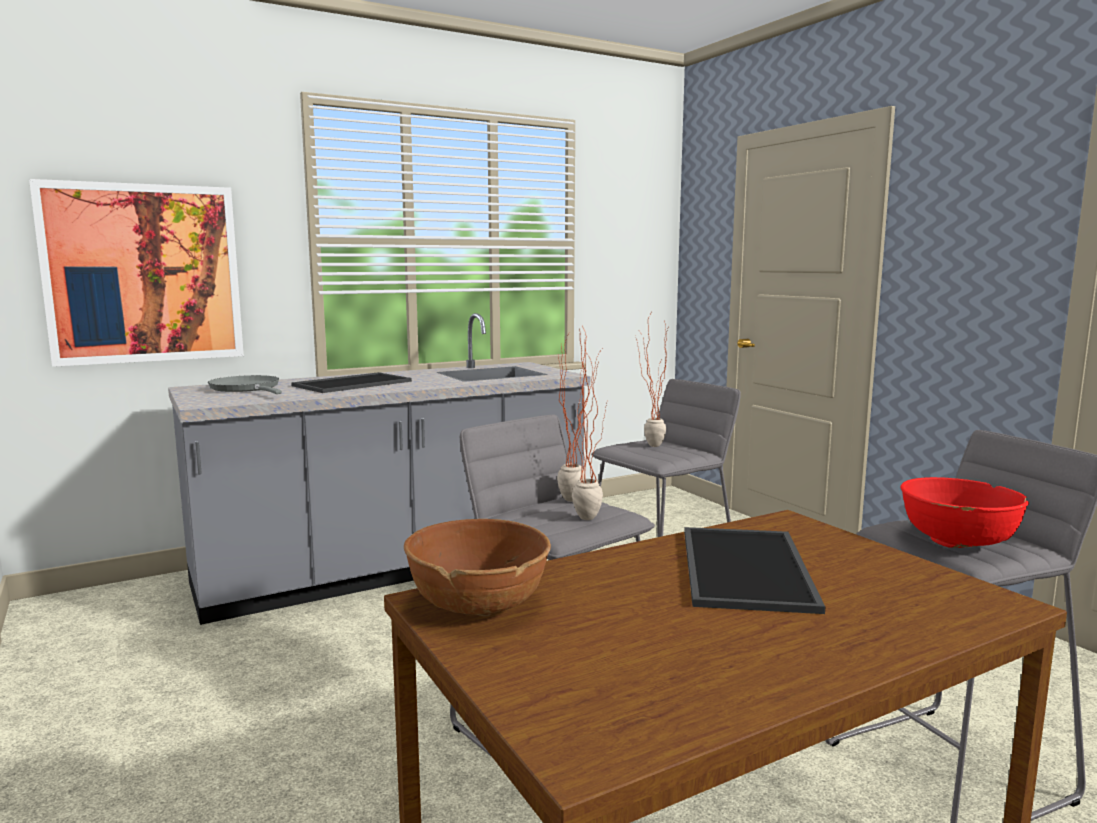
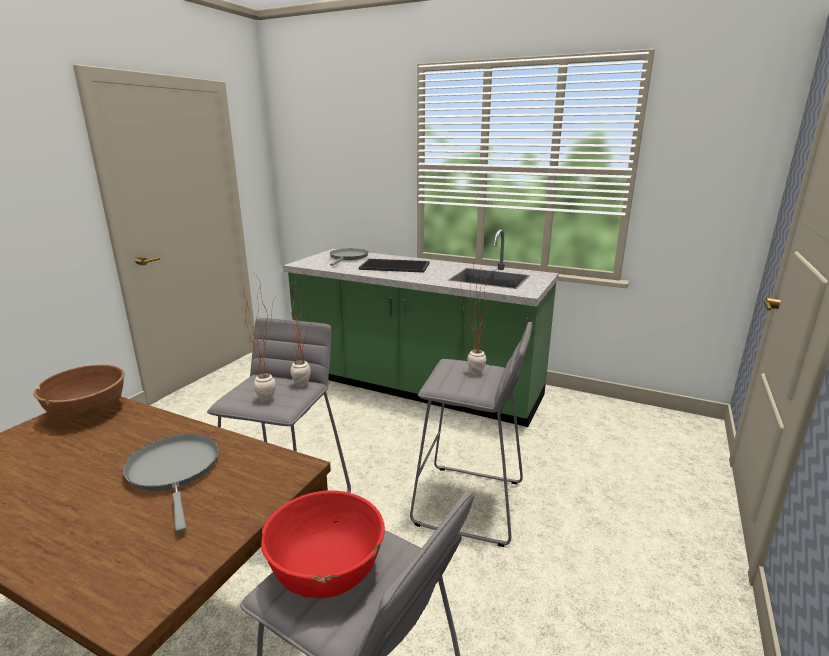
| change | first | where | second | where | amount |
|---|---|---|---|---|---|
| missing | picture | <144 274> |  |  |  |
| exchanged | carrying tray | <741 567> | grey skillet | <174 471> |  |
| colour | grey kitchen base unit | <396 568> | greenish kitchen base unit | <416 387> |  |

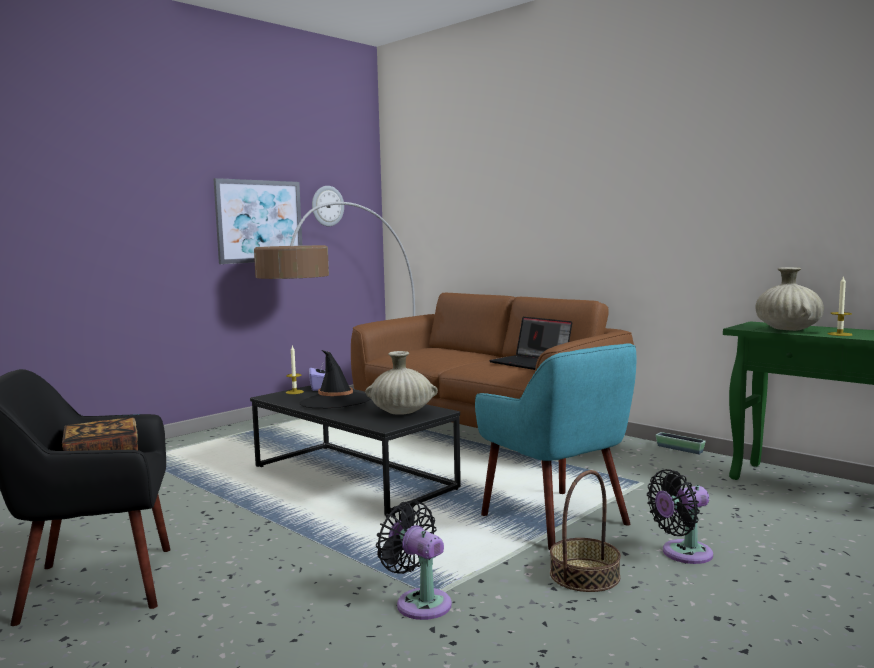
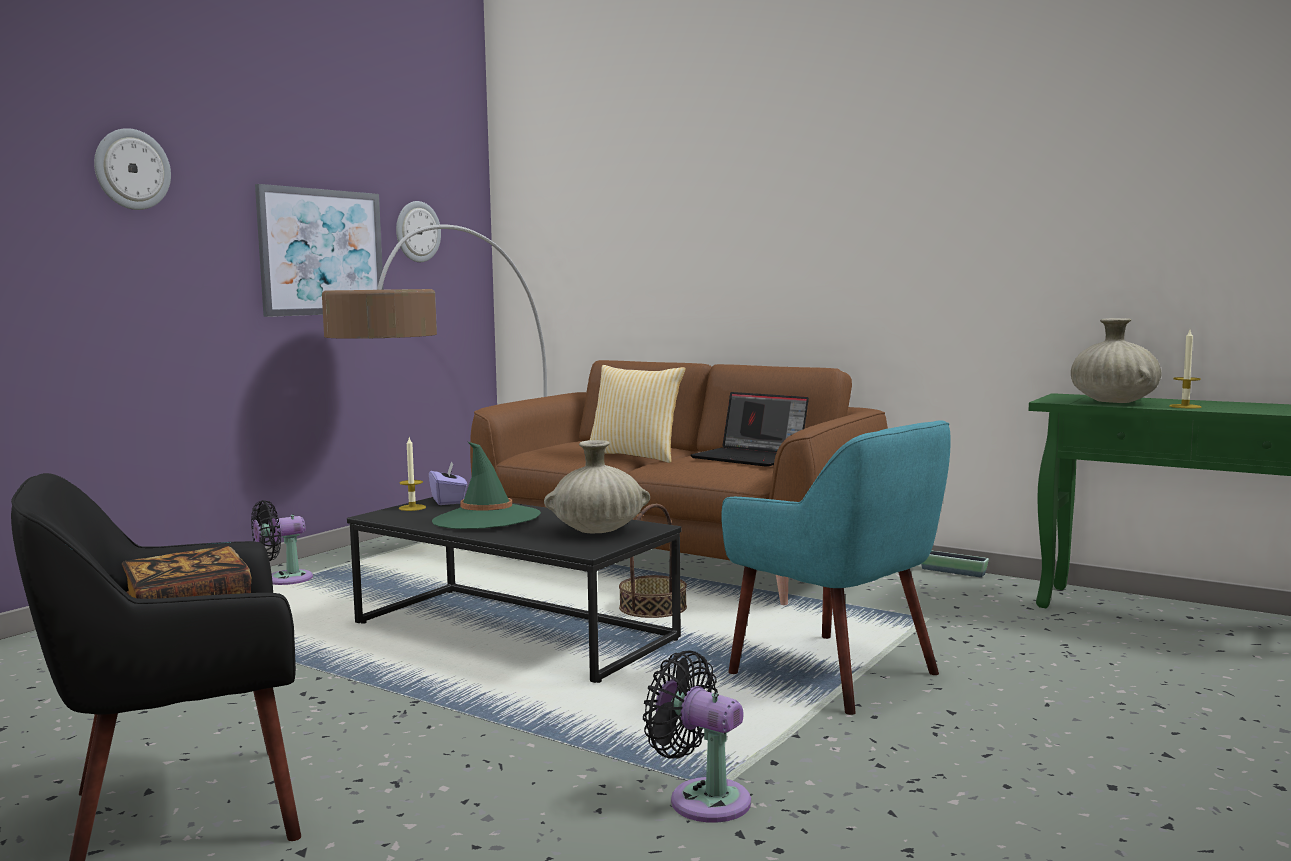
| change | first | where | second | where | amount |
|---|---|---|---|---|---|
| appeared |  |  | wall clock | <132 169> |  |
| appeared |  |  | pillow | <636 456> |  |
| relocated | basket | <584 575> |  | <652 607> |  |
| relocated | blackish fan | <682 554> |  | <283 580> |  |
| colour | blackish clothing hat | <335 401> | greenish clothing hat | <486 519> |  |

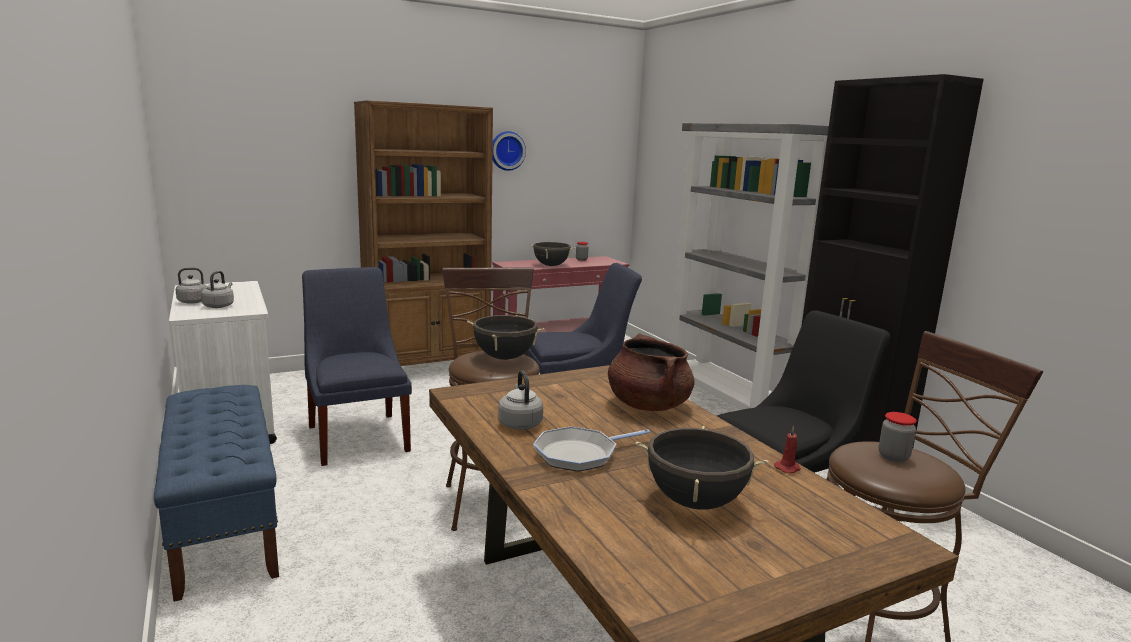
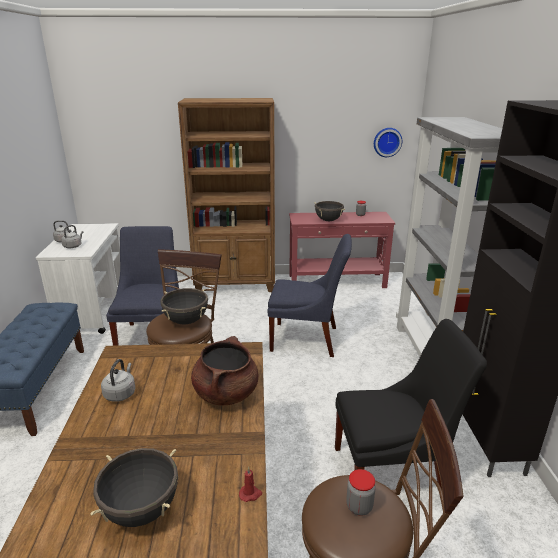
| change | first | where | second | where | amount |
|---|---|---|---|---|---|
| missing | skillet | <580 454> |  |  |  |
| relocated | wall clock | <507 150> |  | <387 142> |  |

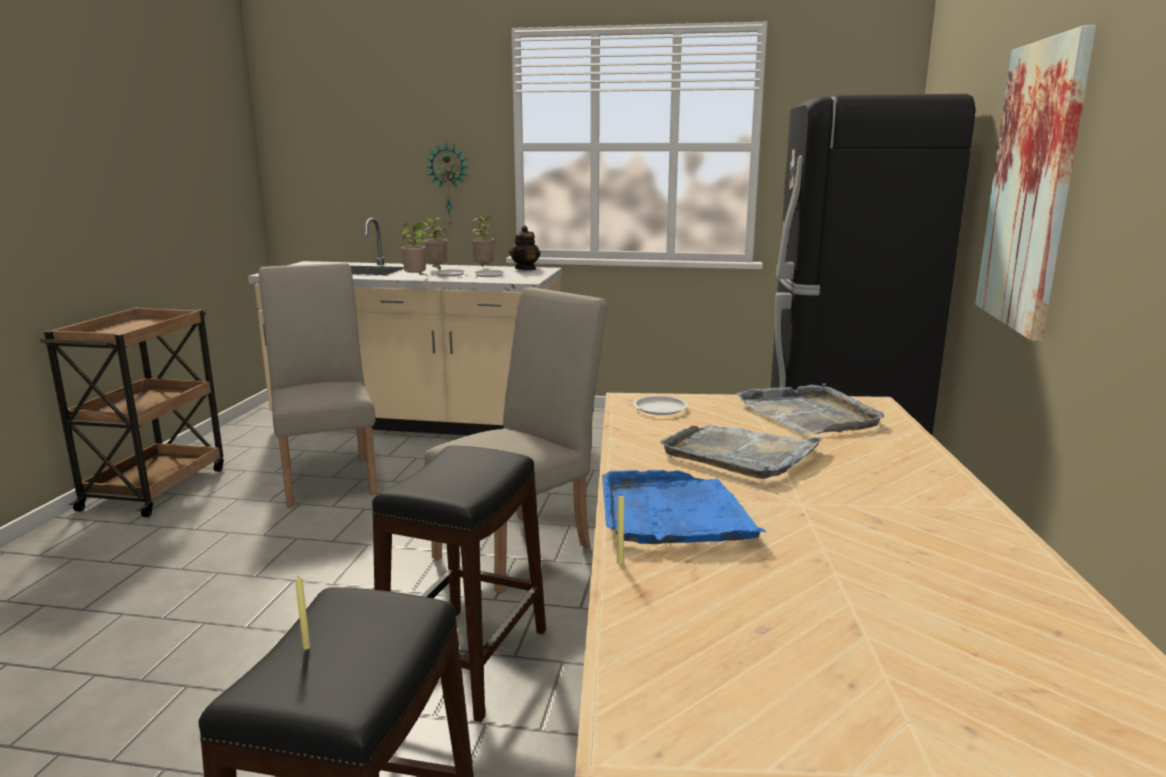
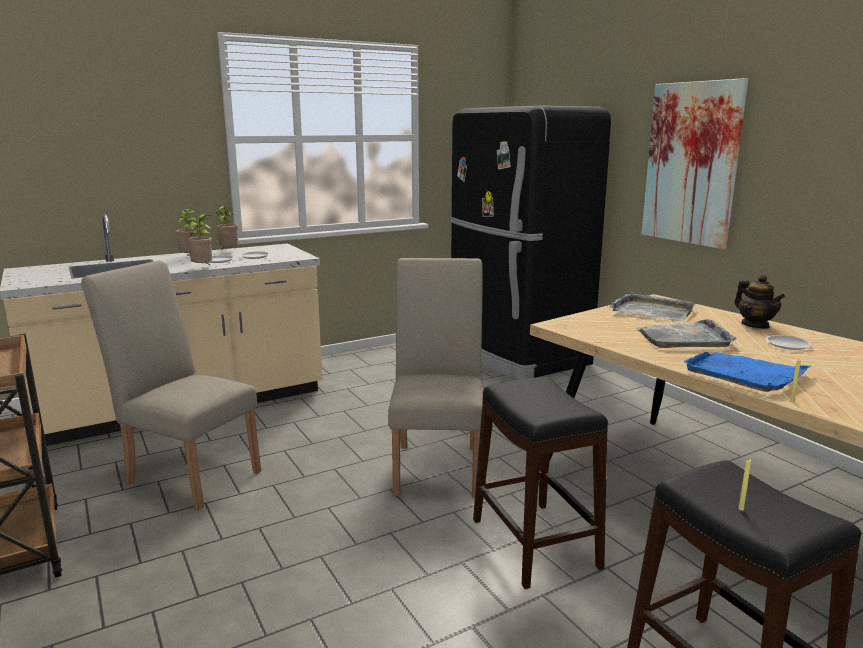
| change | first | where | second | where | amount |
|---|---|---|---|---|---|
| missing | wall clock | <449 185> |  |  |  |
| relocated | tea pot | <525 268> |  | <755 325> |  |
| relocated | white flat dish | <660 409> |  | <788 345> |  |

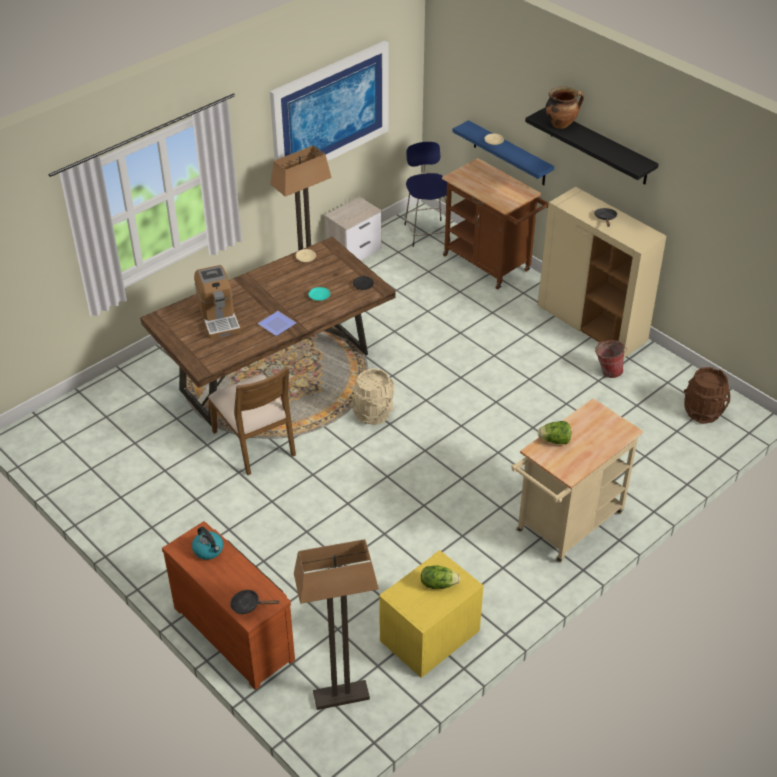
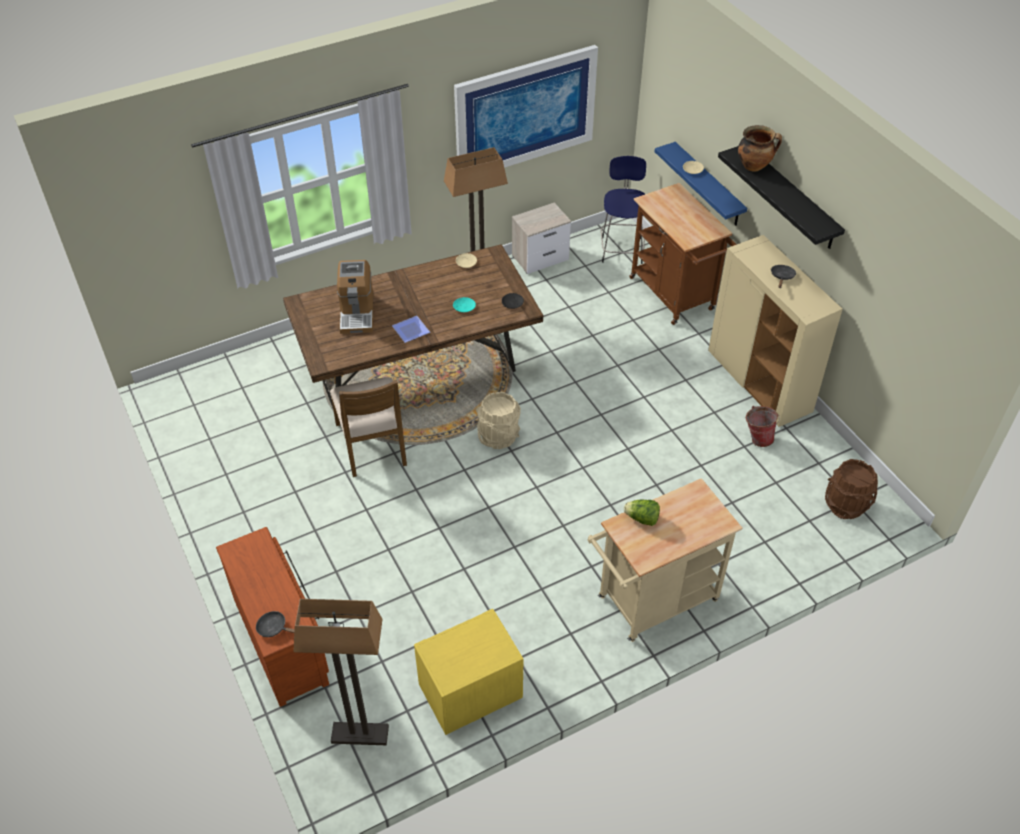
| change | first | where | second | where | amount |
|---|---|---|---|---|---|
| missing | kettle | <208 550> |  |  |  |
| missing | lettuce head | <438 584> |  |  |  |

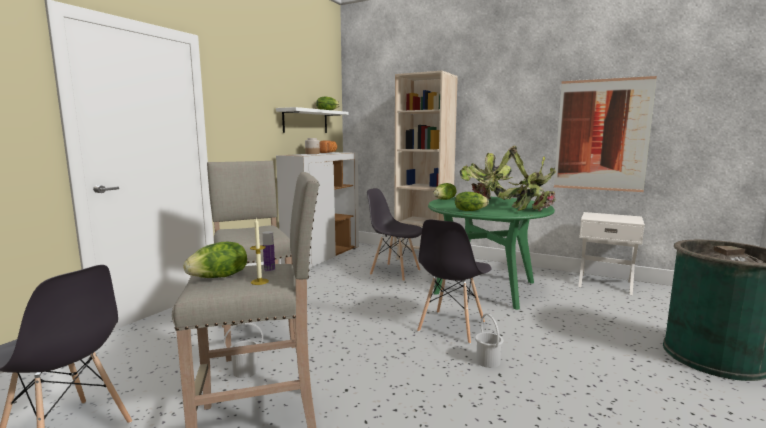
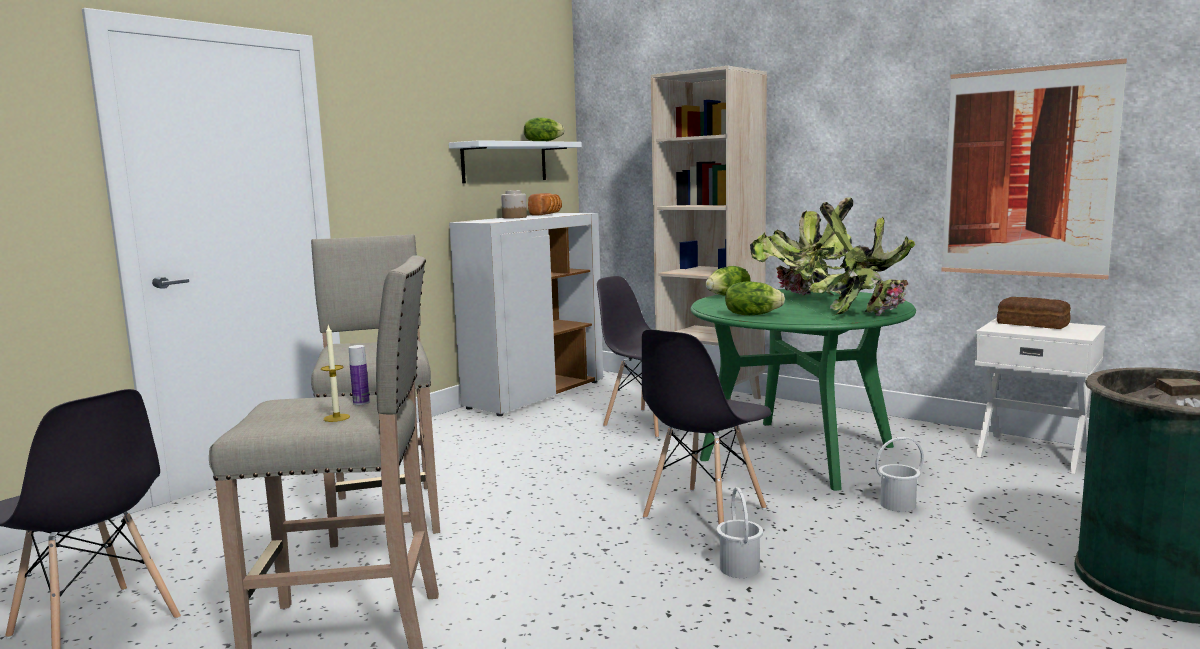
| change | first | where | second | where | amount |
|---|---|---|---|---|---|
| missing | lettuce head | <219 277> |  |  |  |
| appeared |  |  | bakery bread | <1033 324> |  |
| relocated | white bucket | <245 371> |  | <897 505> |  |

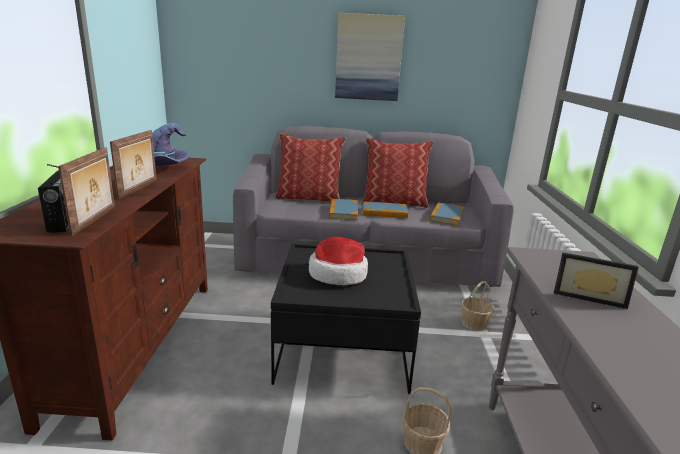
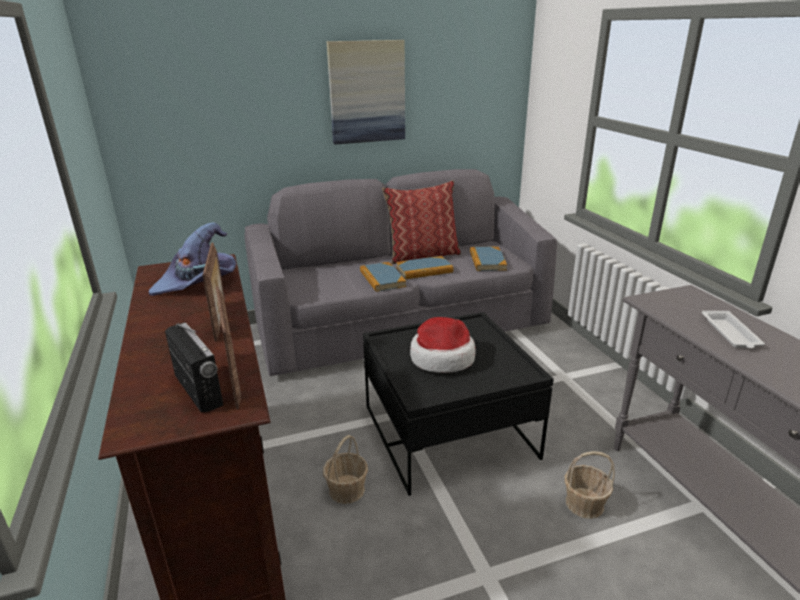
| change | first | where | second | where | amount |
|---|---|---|---|---|---|
| missing | pillow | <309 198> |  |  |  |
| relocated | basket | <474 323> |  | <347 490> |  |
| exchanged | picture frame | <588 296> | white carrying tray | <730 333> |  |

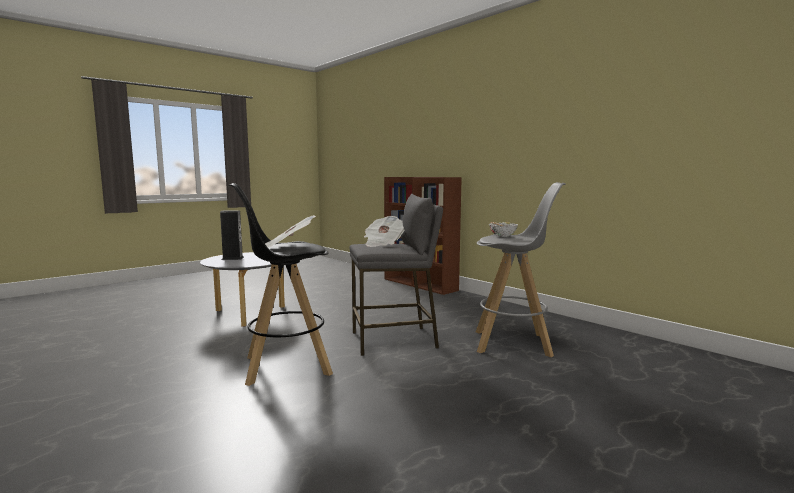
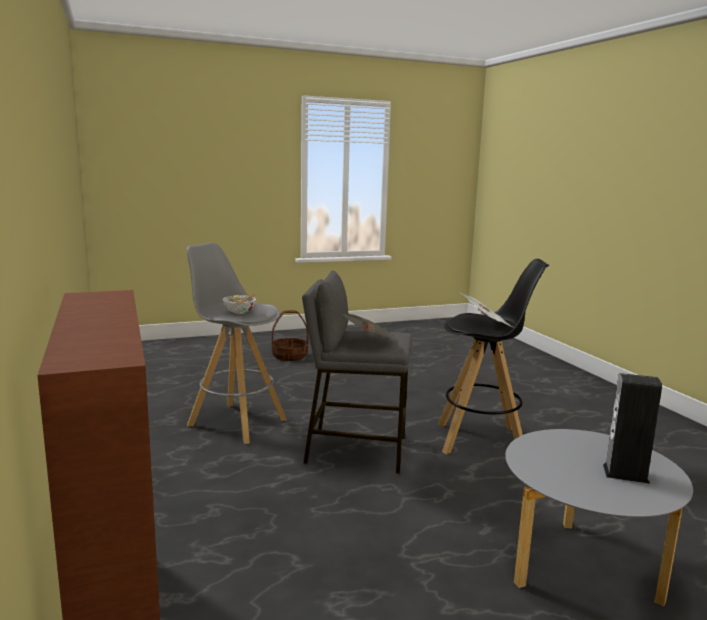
| change | first | where | second | where | amount |
|---|---|---|---|---|---|
| appeared |  |  | basket | <290 356> |  |

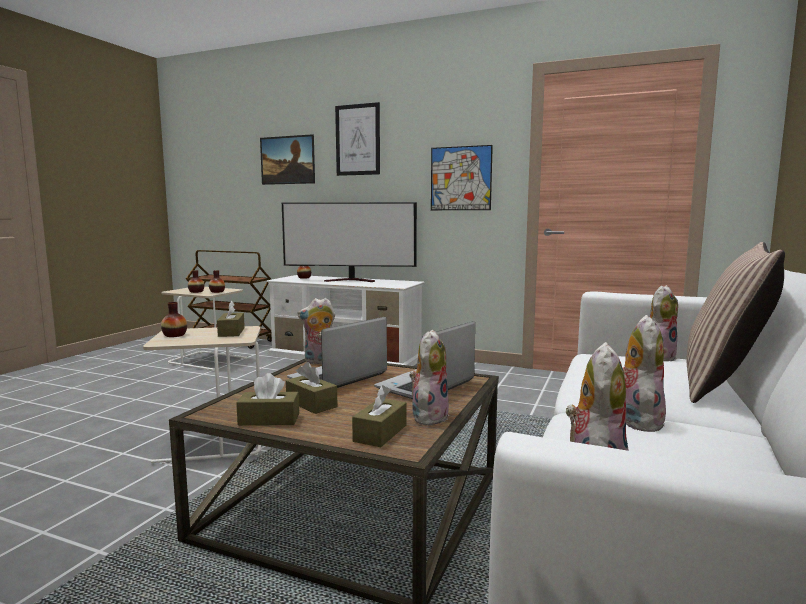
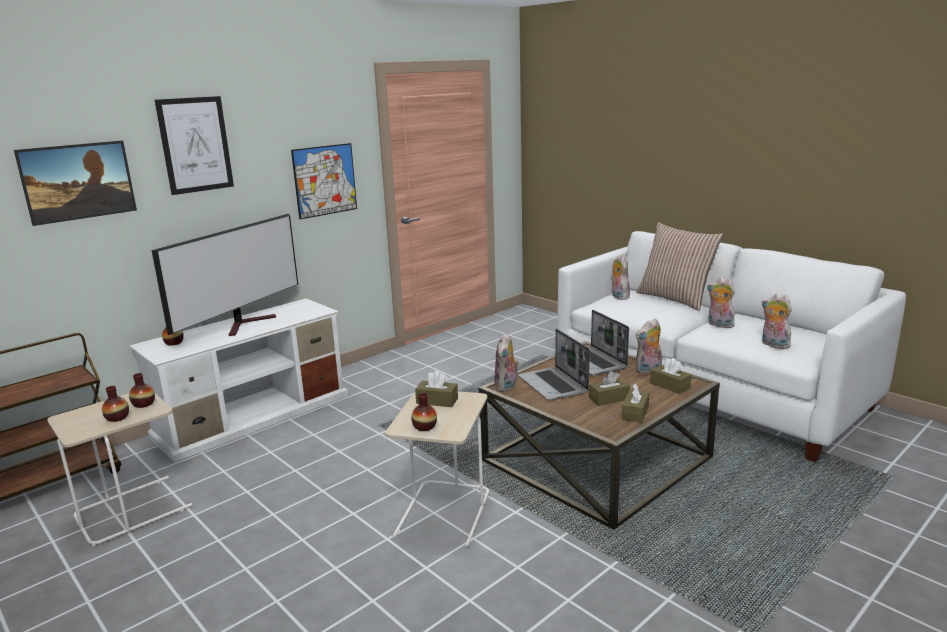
| change | first | where | second | where | amount |
|---|---|---|---|---|---|
| spun | plush toy | <428 416> |  | <648 370> | 75 degrees counterclockwise |

